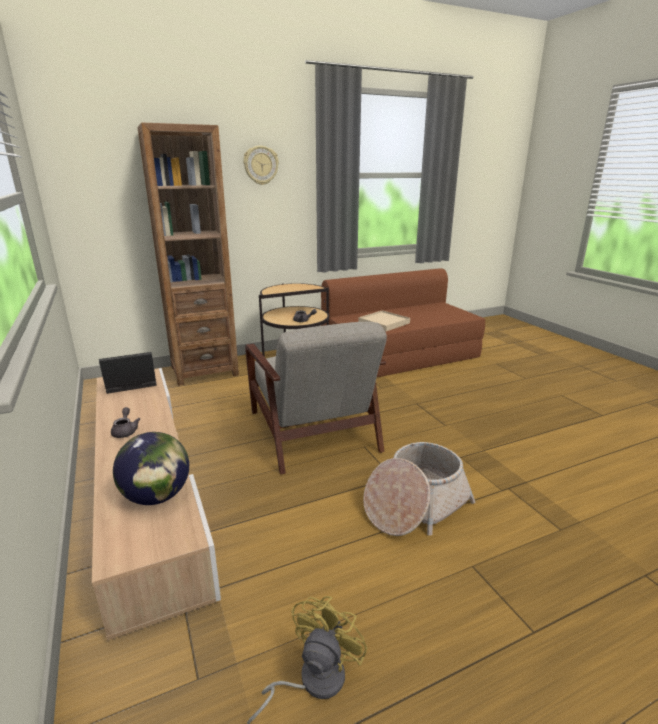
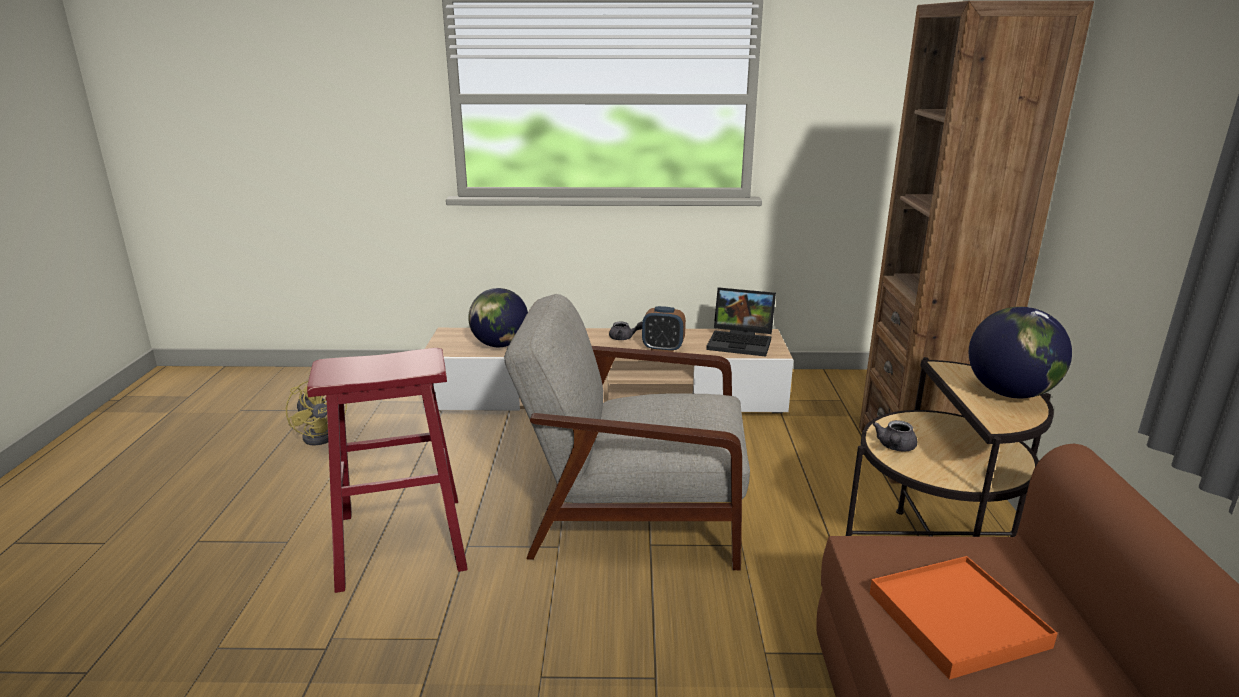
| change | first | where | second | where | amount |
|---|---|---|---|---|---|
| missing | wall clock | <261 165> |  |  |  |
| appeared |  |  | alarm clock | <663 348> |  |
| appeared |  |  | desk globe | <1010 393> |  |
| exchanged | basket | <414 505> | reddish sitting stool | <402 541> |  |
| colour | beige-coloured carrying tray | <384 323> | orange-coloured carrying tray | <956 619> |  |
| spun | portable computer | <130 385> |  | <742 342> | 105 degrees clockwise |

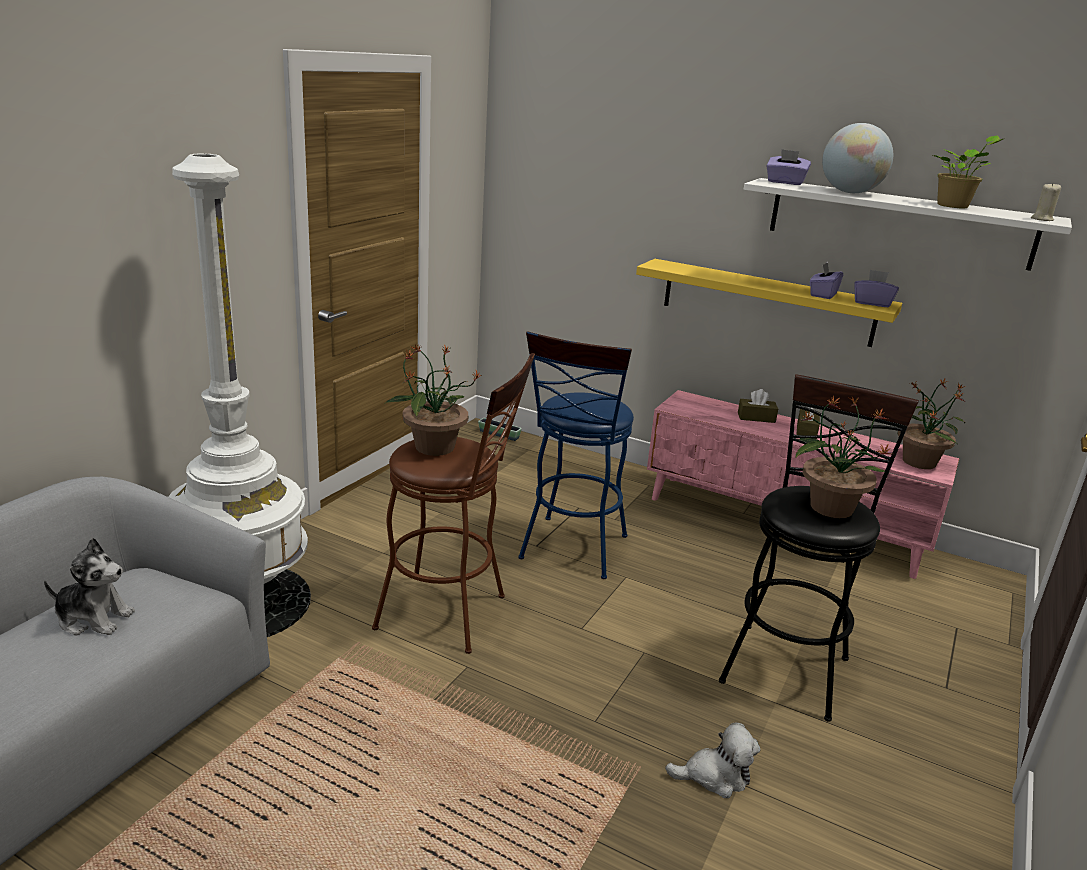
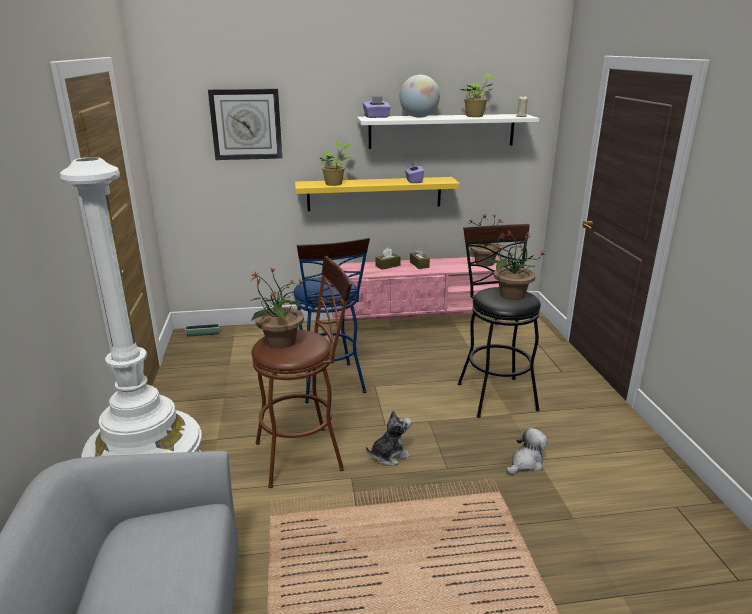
| change | first | where | second | where | amount |
|---|---|---|---|---|---|
| missing | purple tissue box | <872 303> |  |  |  |
| appeared |  |  | wall clock | <246 124> |  |
| appeared |  |  | houseplant | <335 184> |  |
| relocated | plush toy | <93 618> |  | <389 455> |  |

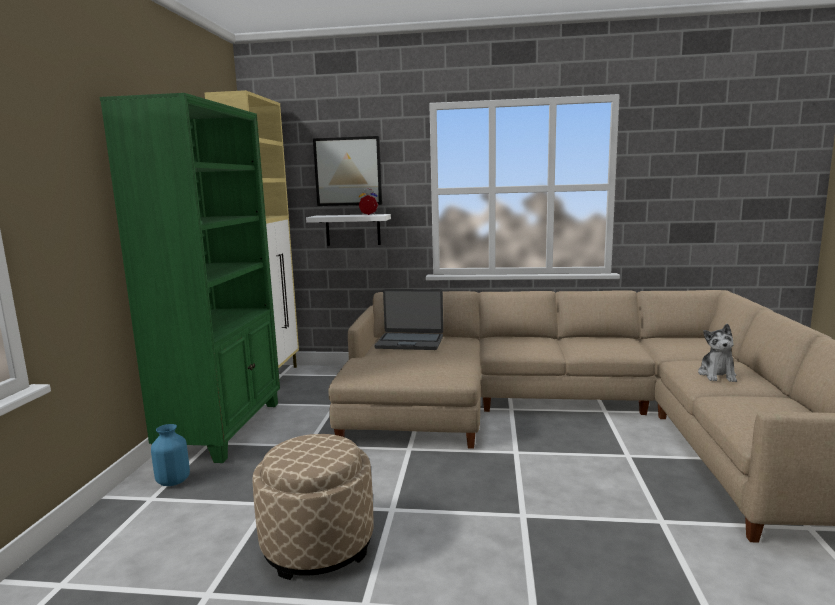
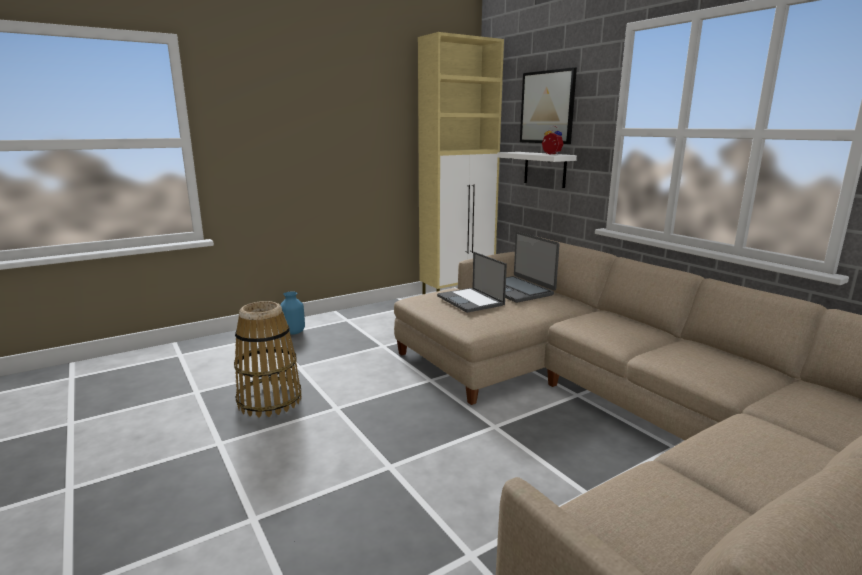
| change | first | where | second | where | amount |
|---|---|---|---|---|---|
| missing | greenish shelving unit | <224 428> |  |  |  |
| missing | plush toy | <717 375> |  |  |  |
| appeared |  |  | portable computer | <471 300> |  |
| exchanged | beige-coloured footrest | <318 544> | basket | <269 401> |  |

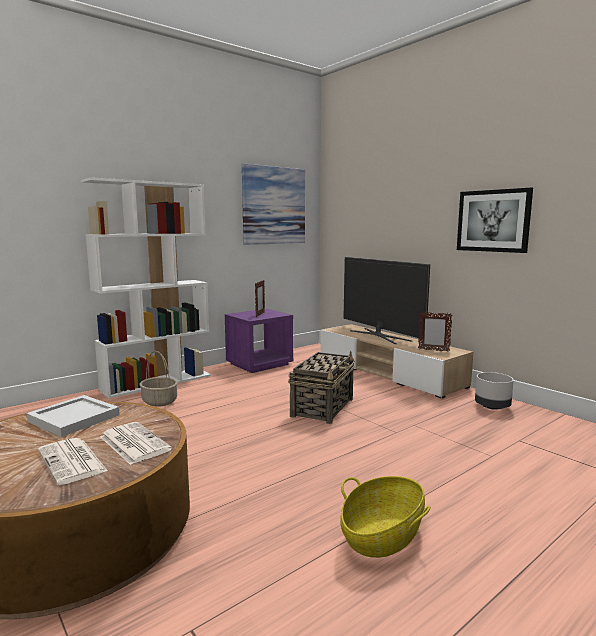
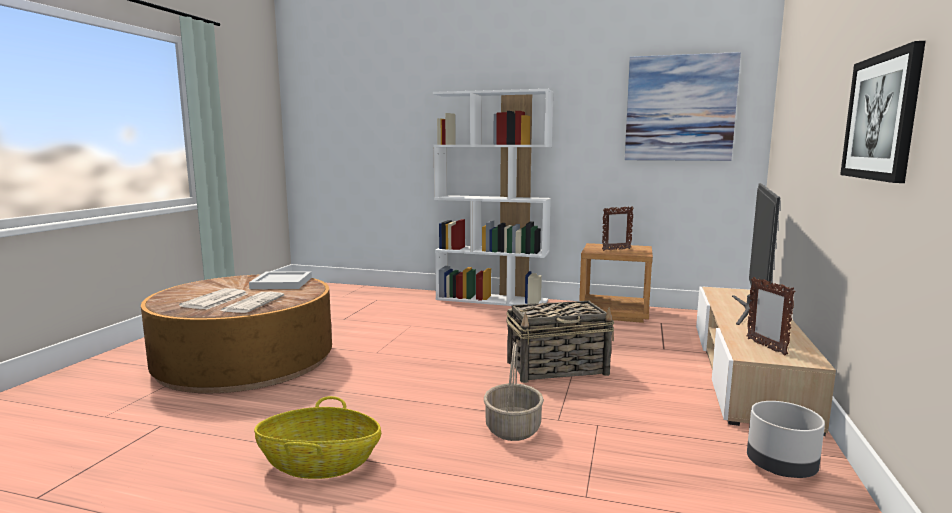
| change | first | where | second | where | amount |
|---|---|---|---|---|---|
| relocated | basket | <159 401> |  | <512 428> |  |
| colour | purple bedside table | <259 364> | brown bedside table | <614 313> |  |

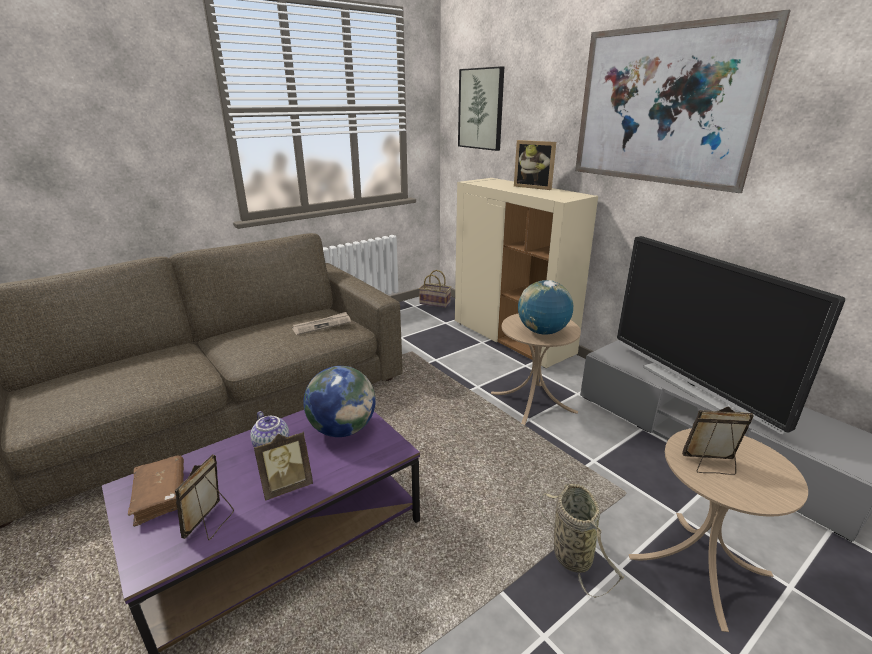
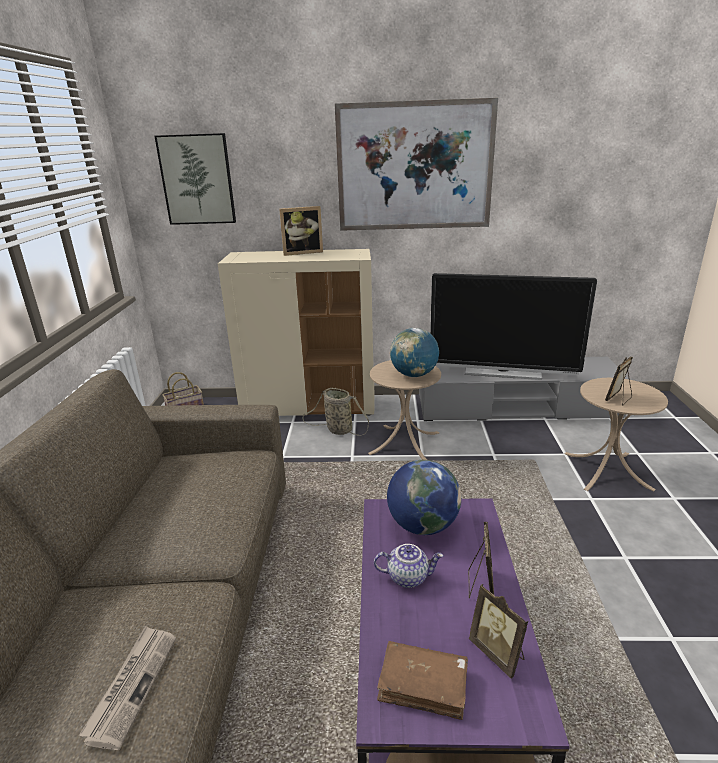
| change | first | where | second | where | amount |
|---|---|---|---|---|---|
| relocated | newspaper | <322 325> |  | <132 685> |  |
| relocated | basket | <570 553> |  | <337 430> |  |

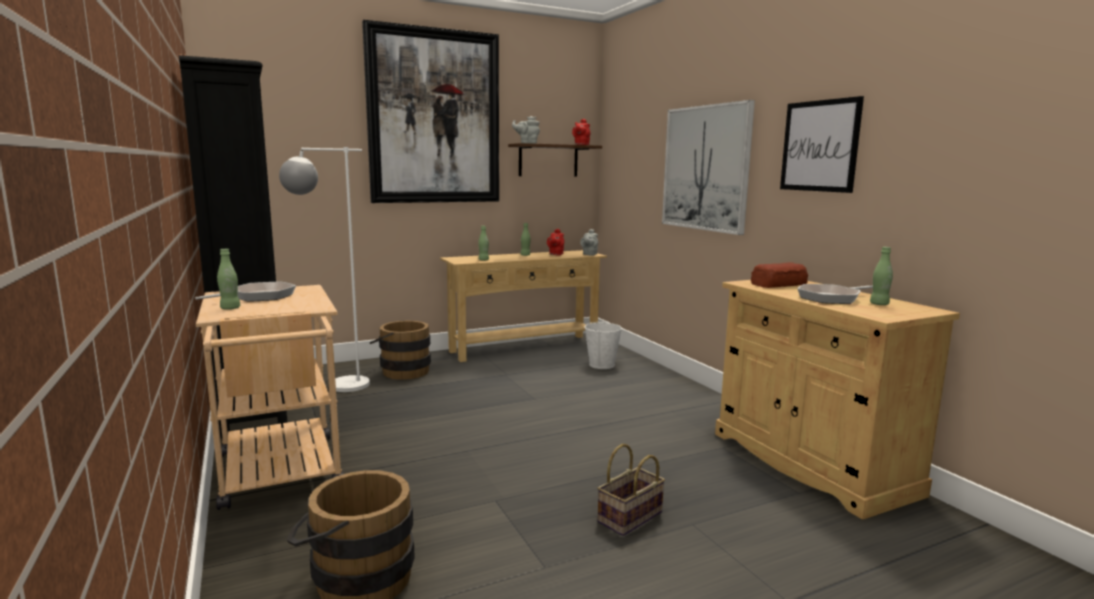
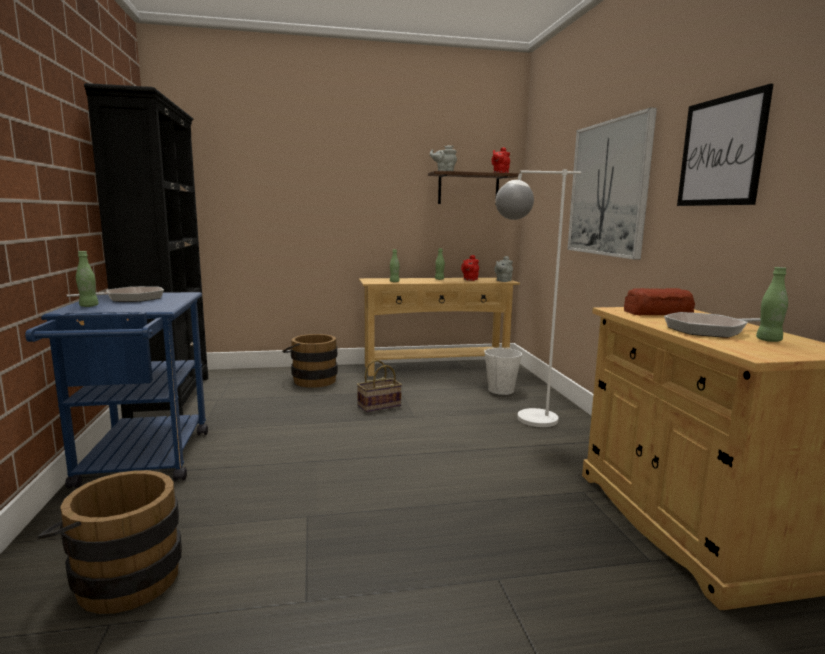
| change | first | where | second | where | amount |
|---|---|---|---|---|---|
| missing | picture | <434 117> |  |  |  |
| relocated | white standing lamp | <334 386> |  | <523 419> |  |
| relocated | basket | <630 518> |  | <378 406> |  |
| colour | beige-coloured trolley | <281 476> | blue trolley | <142 464> |  |

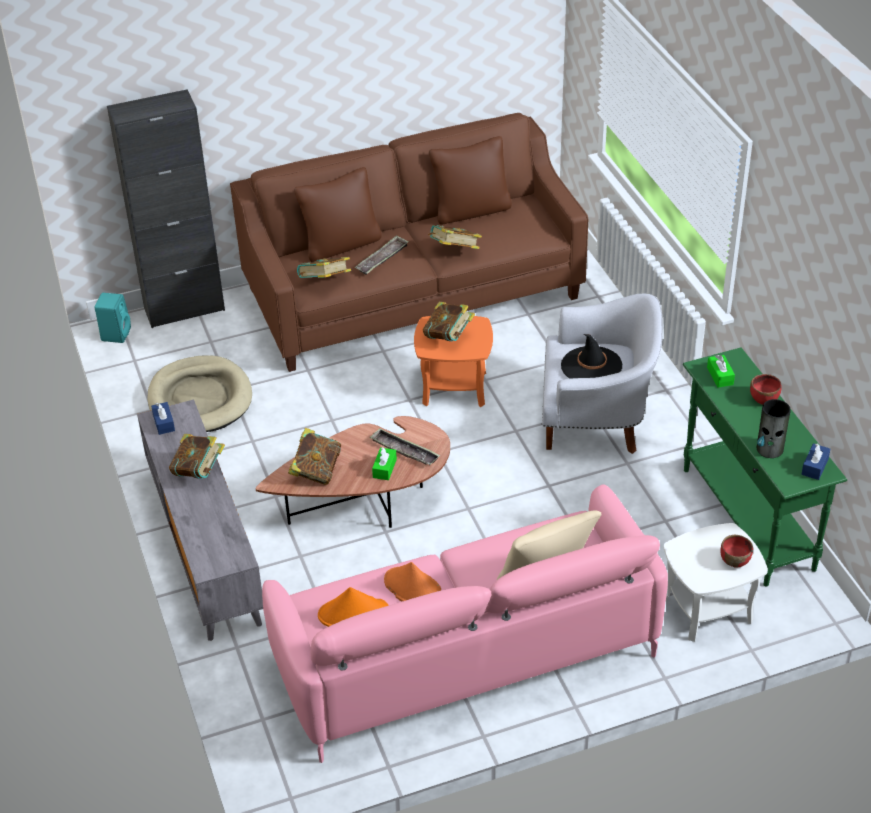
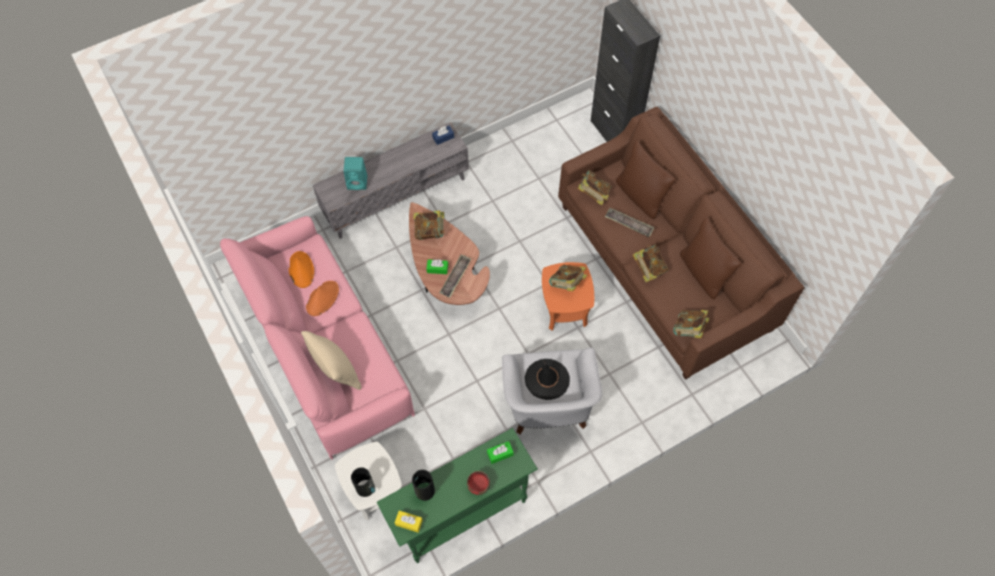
| change | first | where | second | where | amount |
|---|---|---|---|---|---|
| missing | beige-coloured dog bed | <200 399> |  |  |  |
| relocated | turquoise audio speaker | <116 333> |  | <358 182> |  |
| relocated | volume | <199 471> |  | <689 330> |  |
| exchanged | reddish serving bowl | <734 560> | decorative vase | <365 487> |  |
| colour | blue tissue box | <814 466> | yellowish tissue box | <409 522> |  |

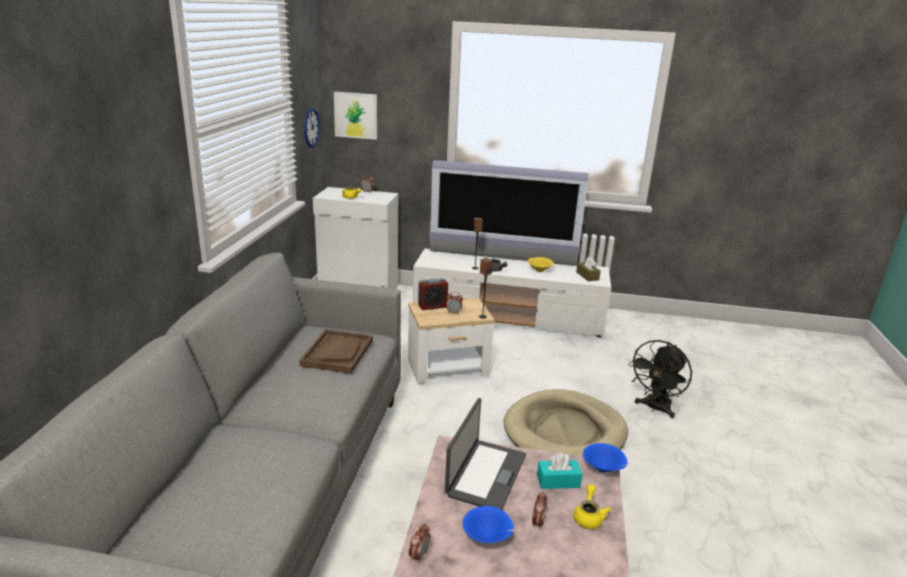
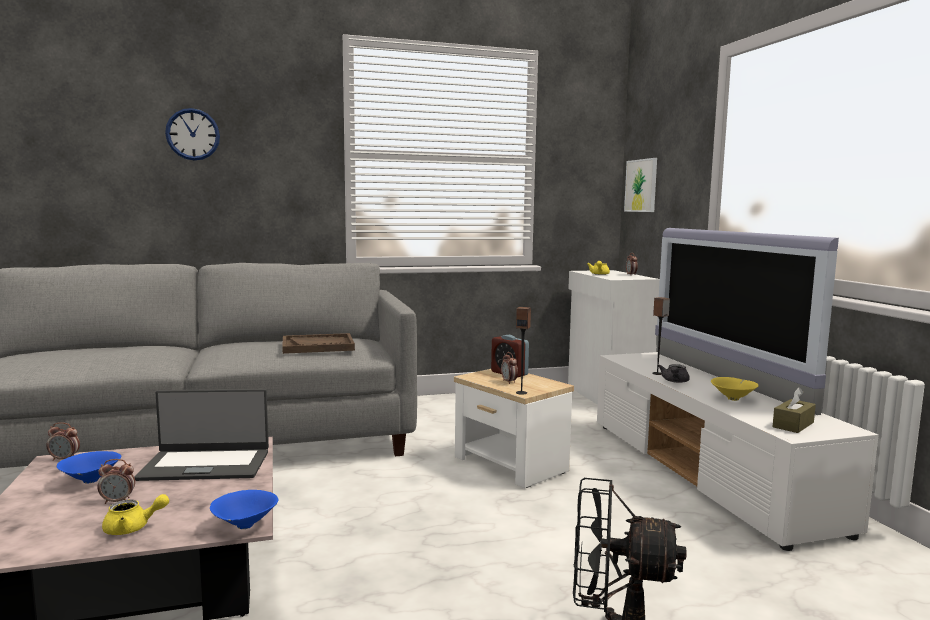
| change | first | where | second | where | amount |
|---|---|---|---|---|---|
| missing | beige-coloured dog bed | <565 432> |  |  |  |
| missing | turquoise tissue box | <558 481> |  |  |  |
| relocated | wall clock | <311 127> |  | <193 134> |  |

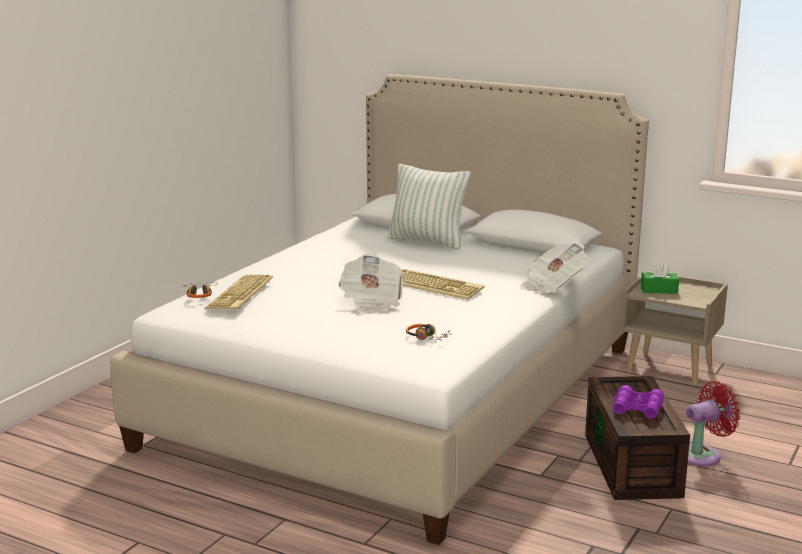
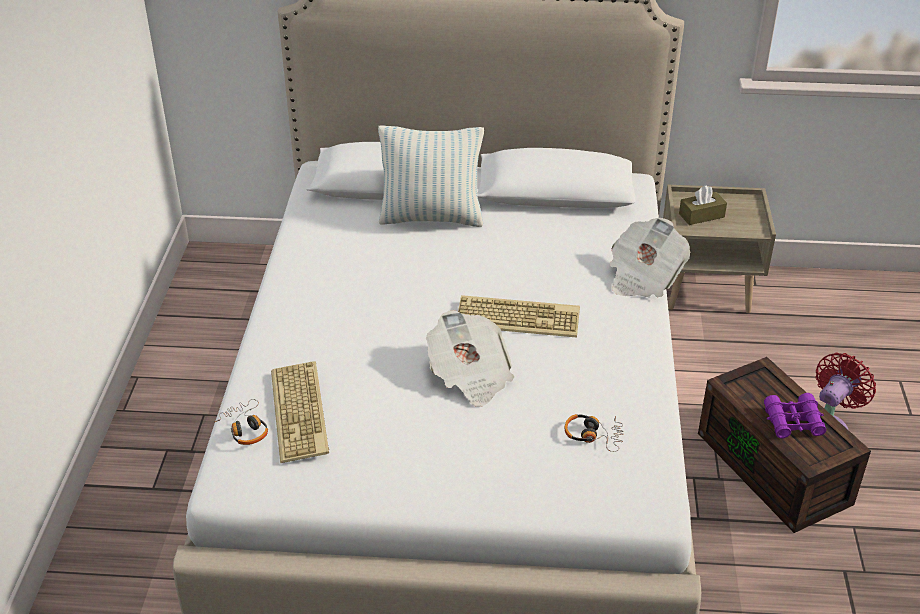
| change | first | where | second | where | amount |
|---|---|---|---|---|---|
| colour | greenish tissue box | <659 290> | brown tissue box | <701 215> |  |

